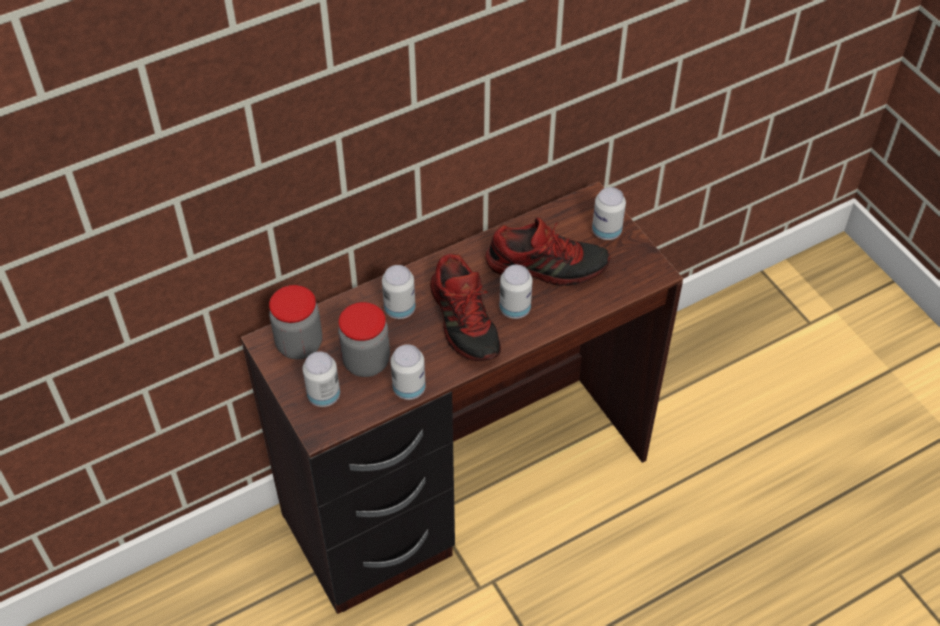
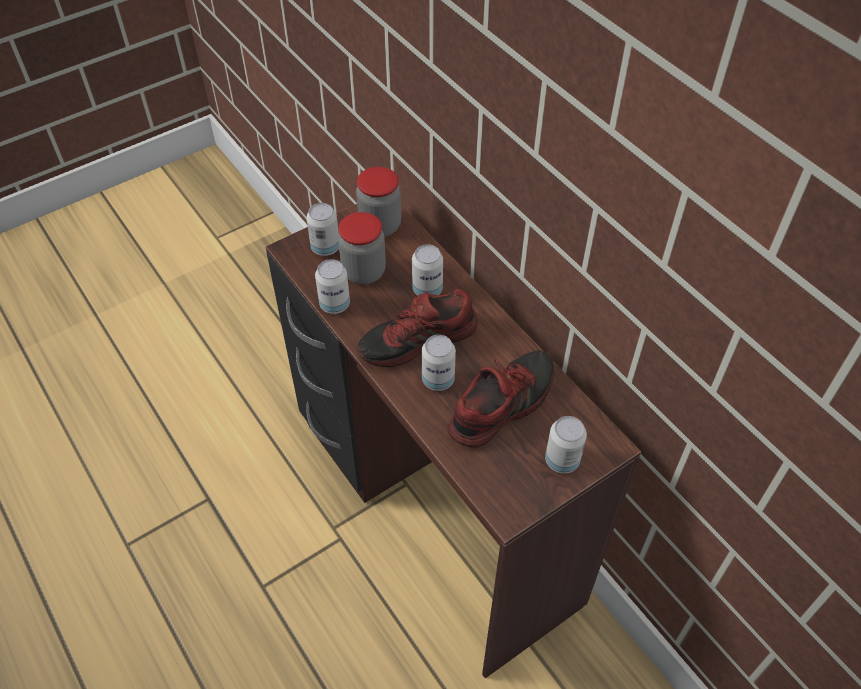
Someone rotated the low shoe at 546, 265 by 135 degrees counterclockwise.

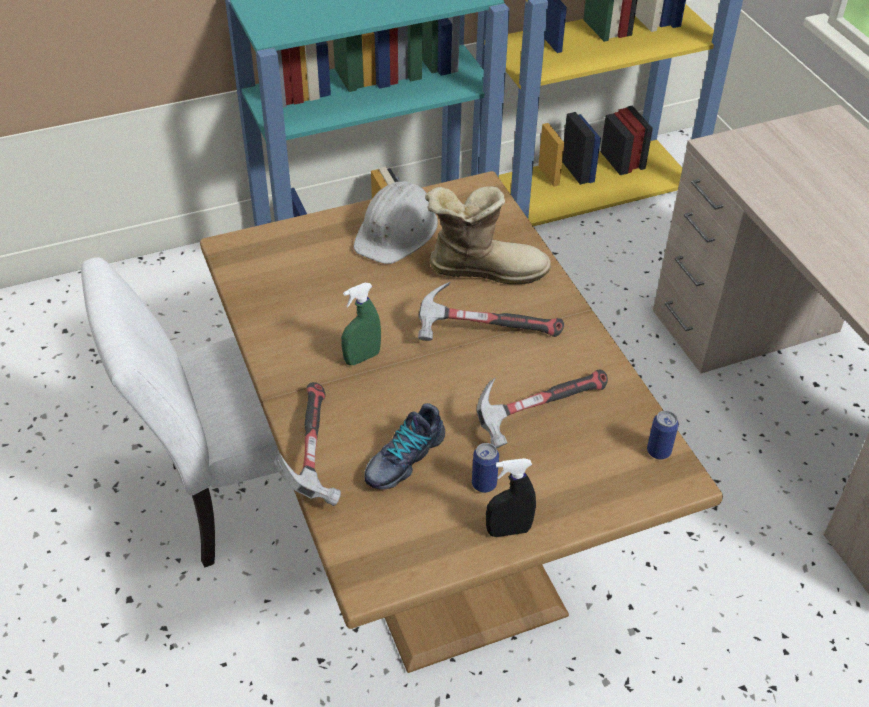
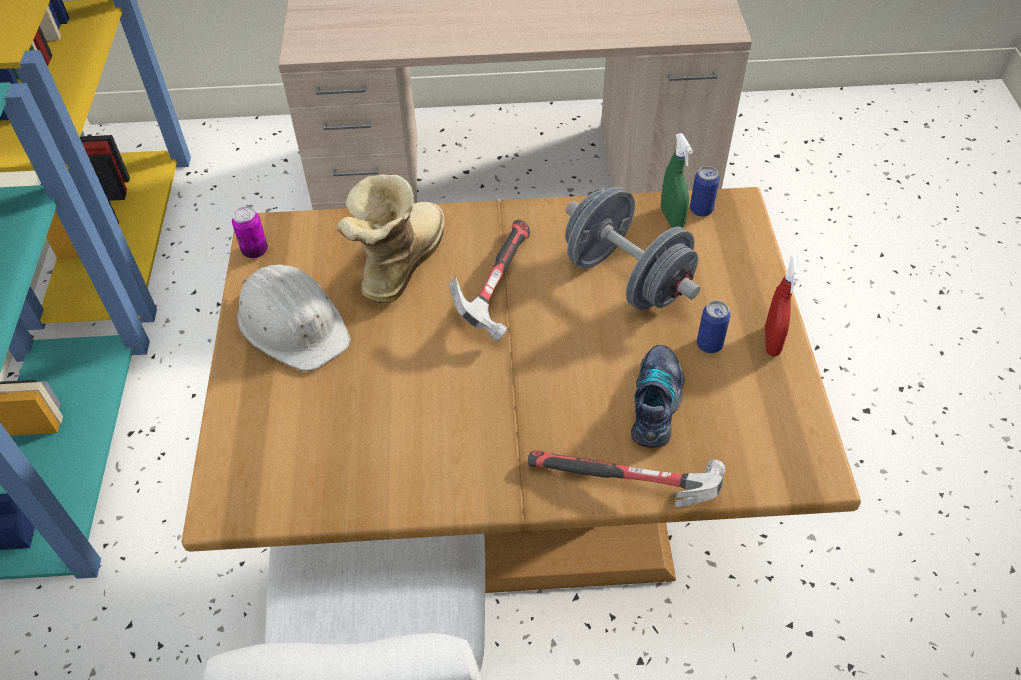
Someone put down the can at 255, 251. Someone carried the green spray bottle from 362, 358 to 671, 218. Someone swapped the hammer at 537, 412 for the grey dumbbell at 627, 279. Someone repainted the black-coloured spray bottle at 508, 530, which became the reddish spray bottle at 772, 341. Someone rotated the low shoe at 403, 458 by 135 degrees counterclockwise.

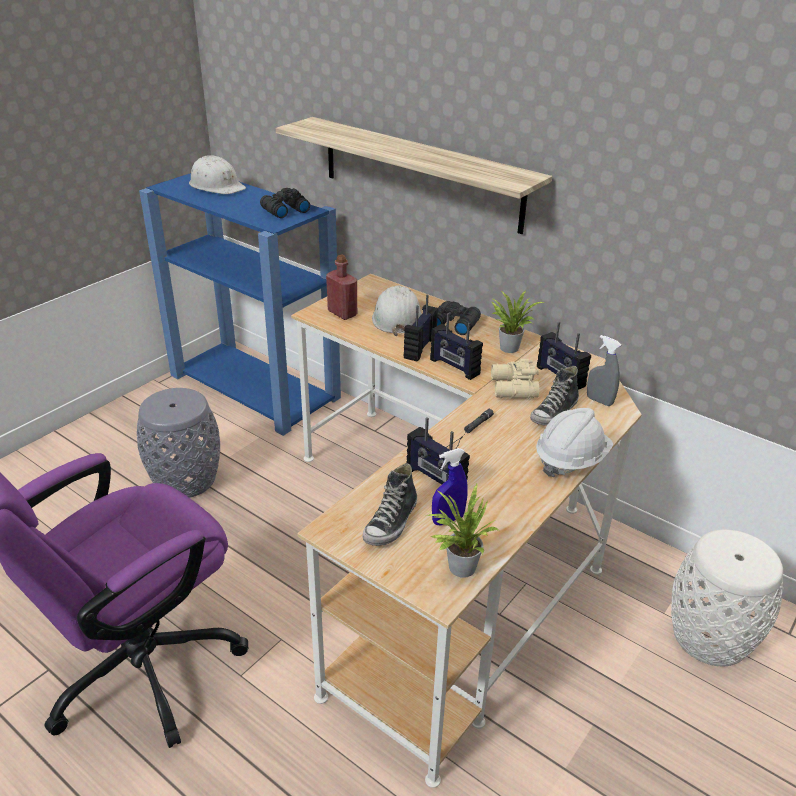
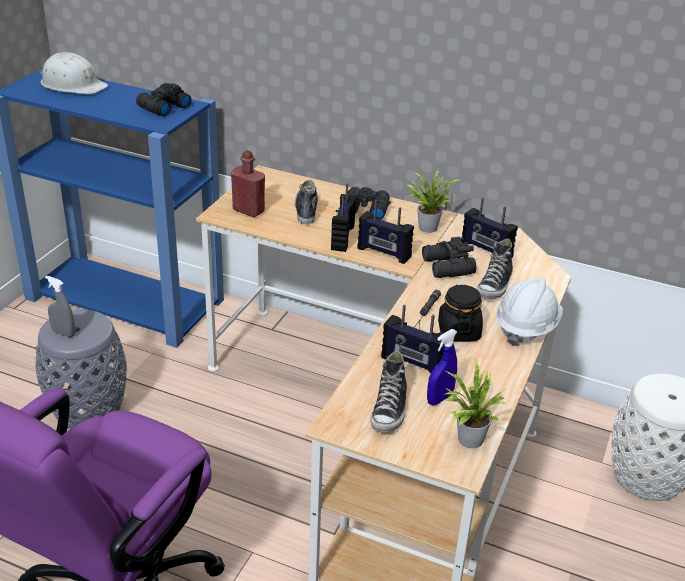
Someone took away the wall shelf at 420, 173. Someone put down the black-coloured jar at 458, 331. Someone carried the grey spray bottle from 599, 401 to 63, 333. Someone swapped the whitish safety helmet at 397, 318 for the low shoe at 306, 209. Someone repainted the beige field glasses at 512, 388, which became the black-coloured field glasses at 447, 267.

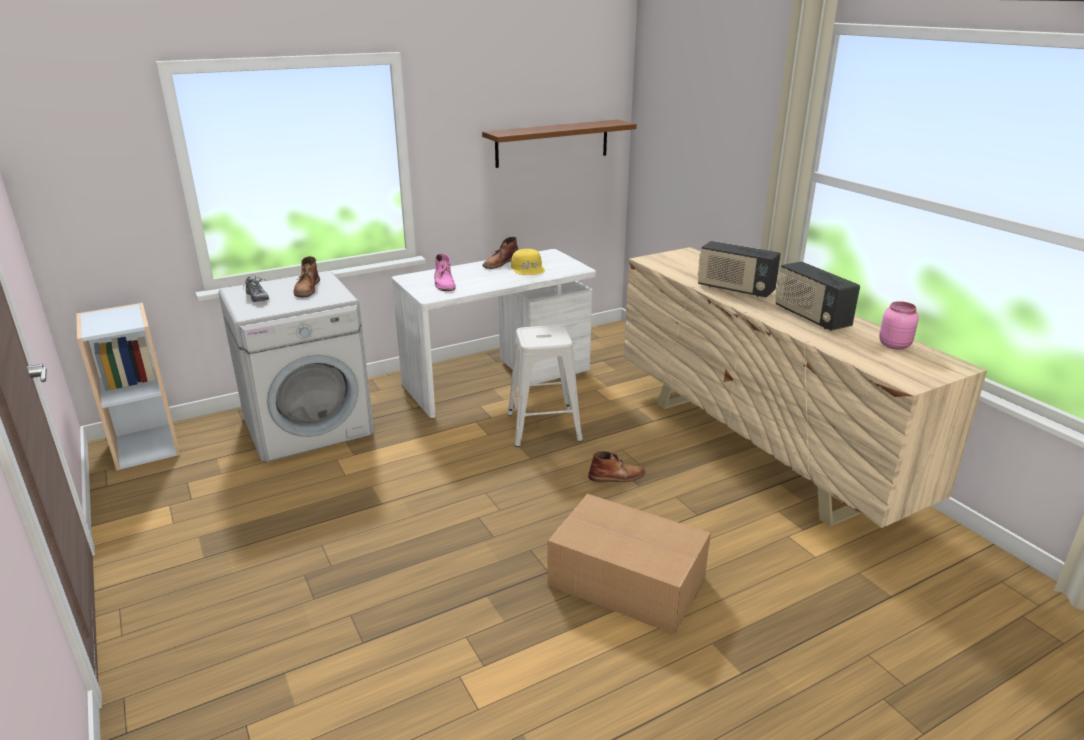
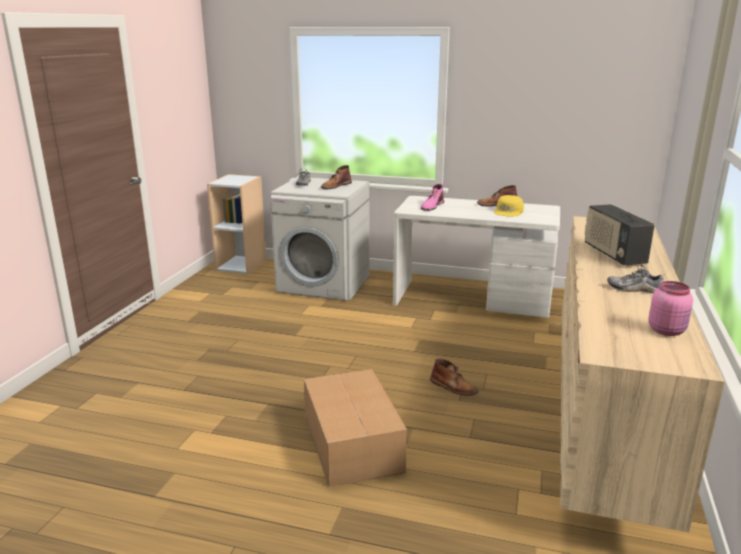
Someone took away the brown-coloured wall shelf at 552, 143. Someone took away the whitish stool at 543, 427. Someone swapped the radio set at 810, 317 for the low shoe at 634, 289.

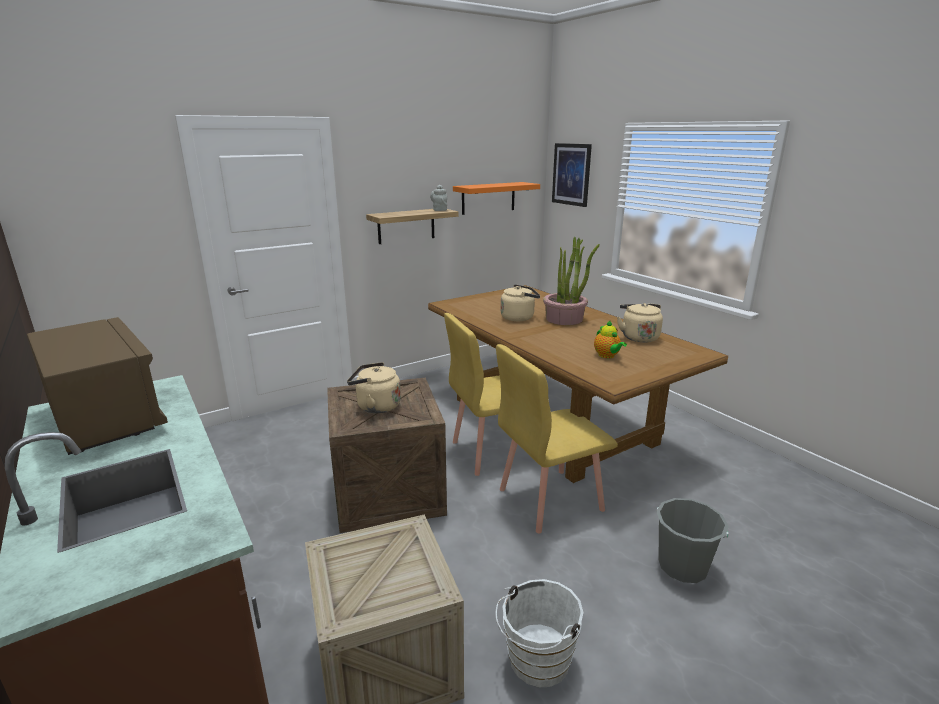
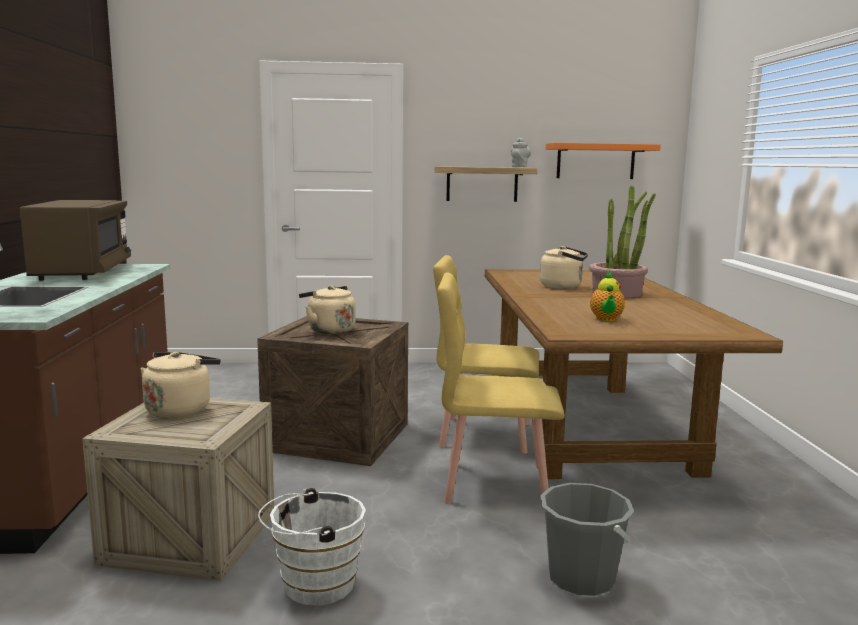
Someone took away the wall picture at 571, 174. Someone carried the beige water kettle from 638, 337 to 180, 409.

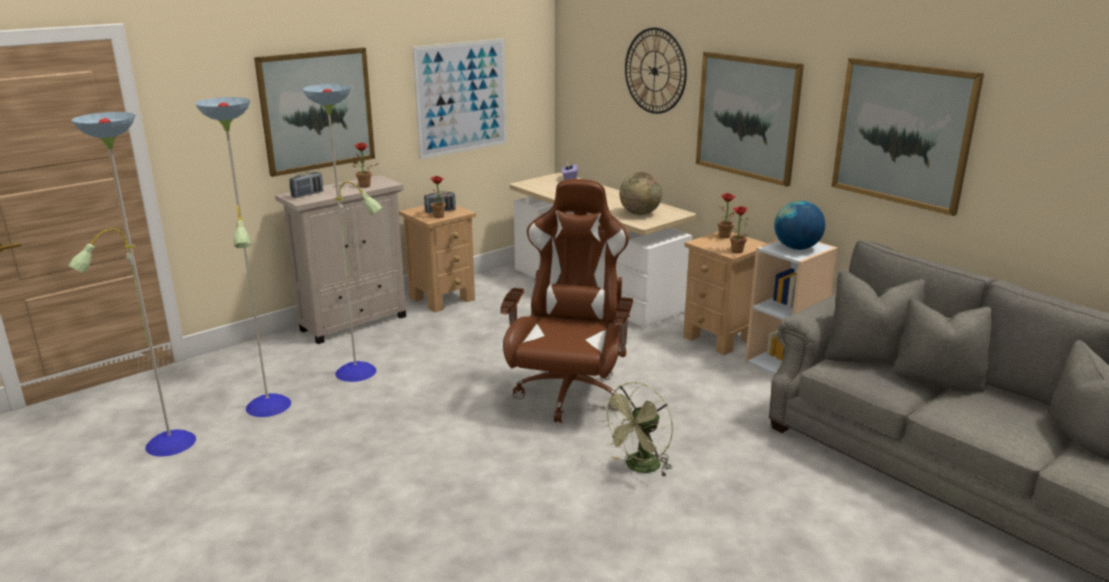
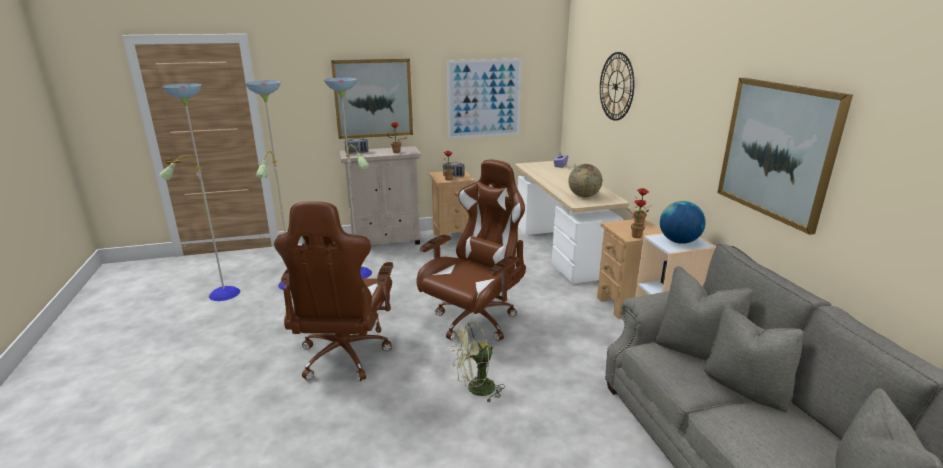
Someone took away the wall picture at 747, 117. Someone put down the brown-coloured office chair at 345, 353.

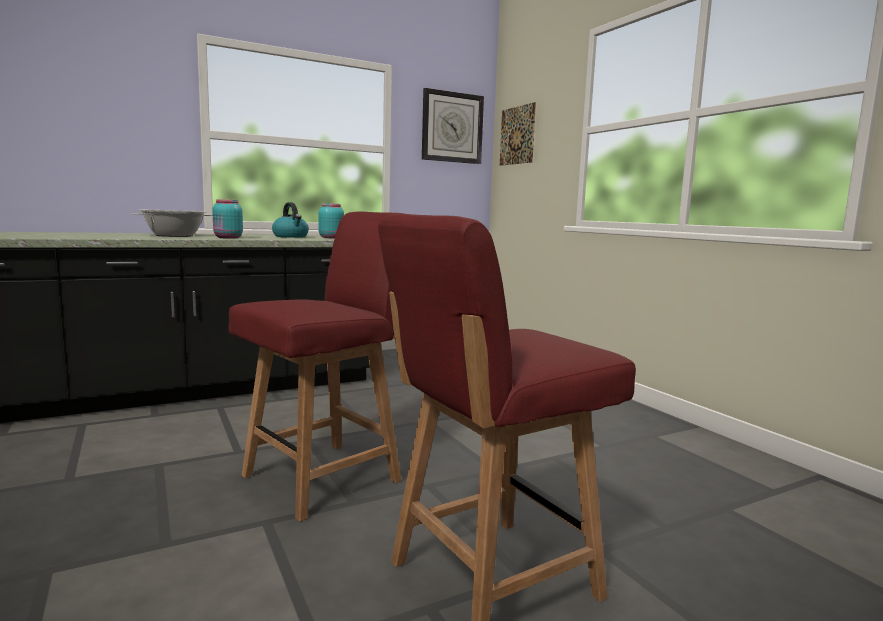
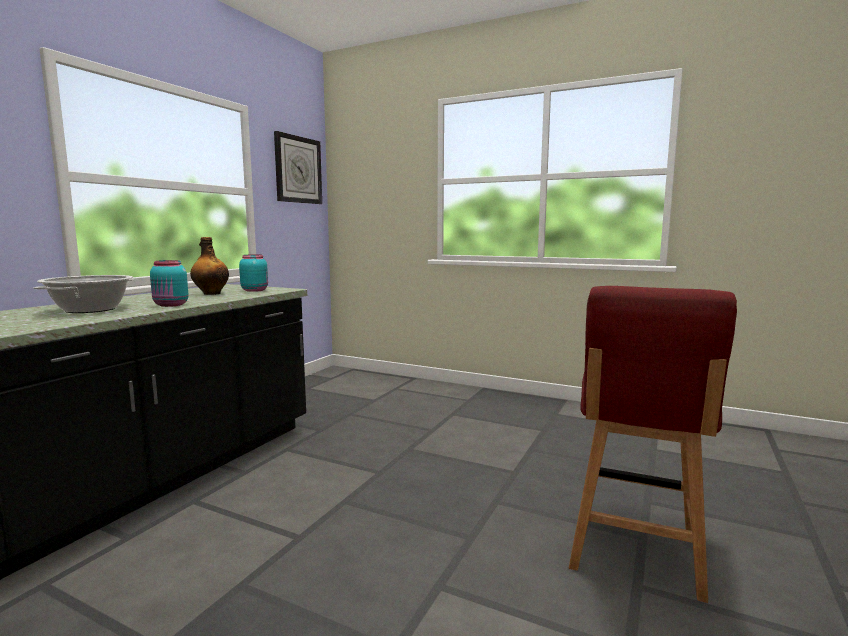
Someone took away the reddish chair at 325, 477. Someone took away the wall picture at 517, 135. Someone swapped the water kettle at 291, 236 for the bottle at 211, 293.

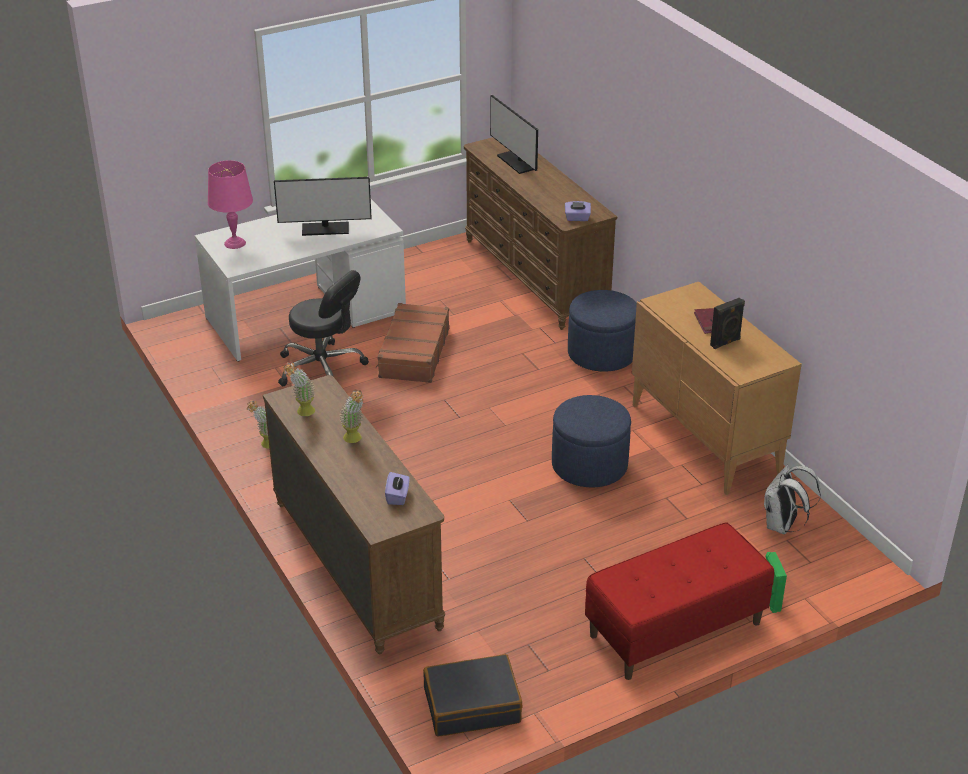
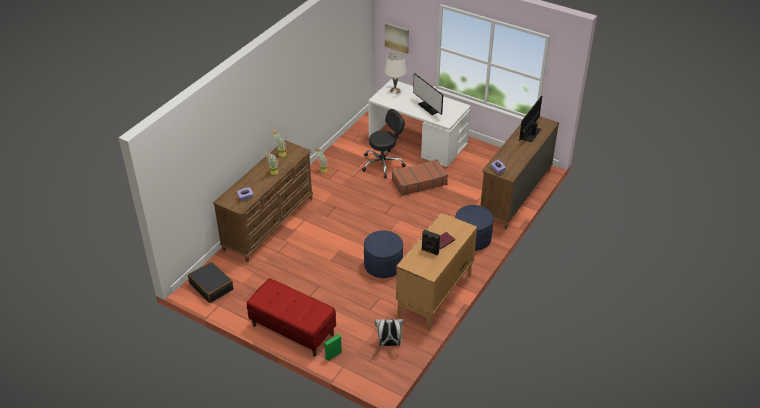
Someone put up the wall picture at 397, 37. Someone repainted the pink table lamp at 234, 243, which became the whitish table lamp at 395, 90. Someone rotated the black-coloured office chair at 324, 370 by 120 degrees counterclockwise.

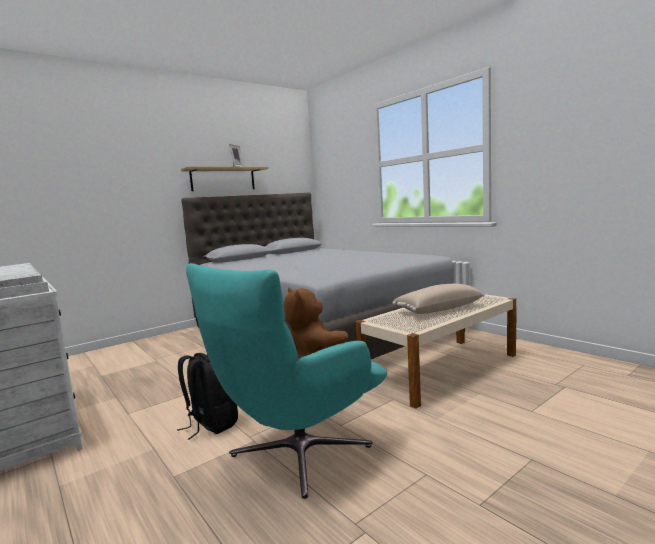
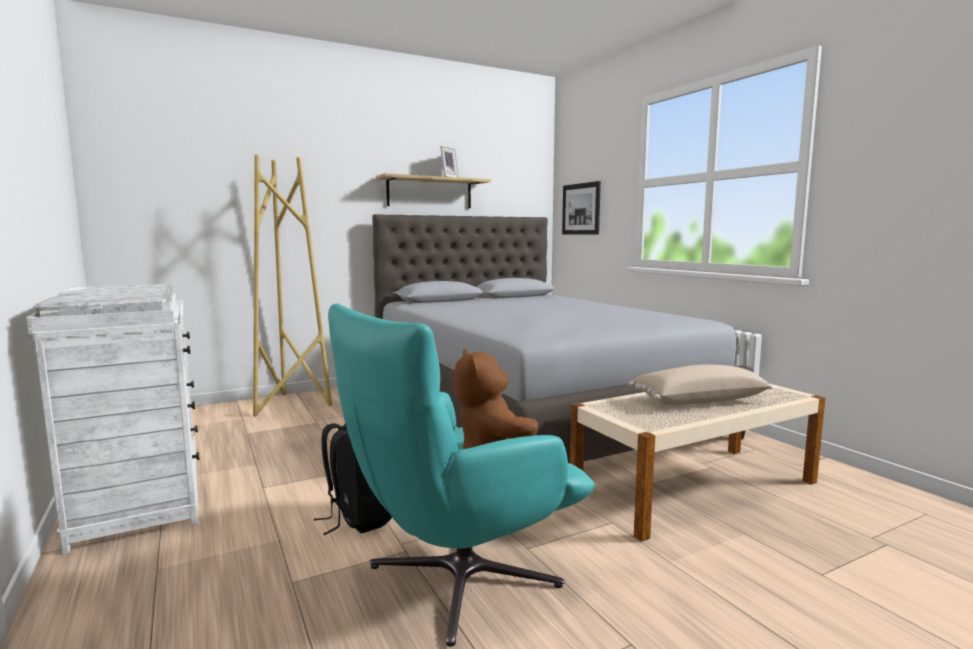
Someone put down the yellow-coloured clothes rack at 291, 405. Someone put up the wall picture at 581, 209.

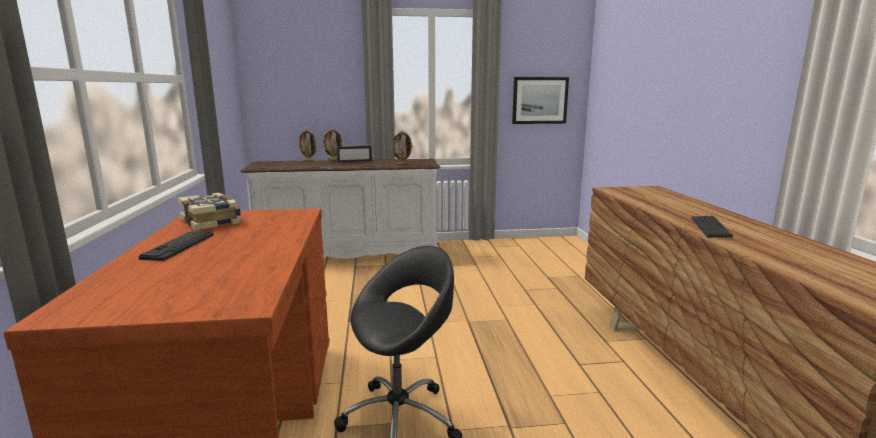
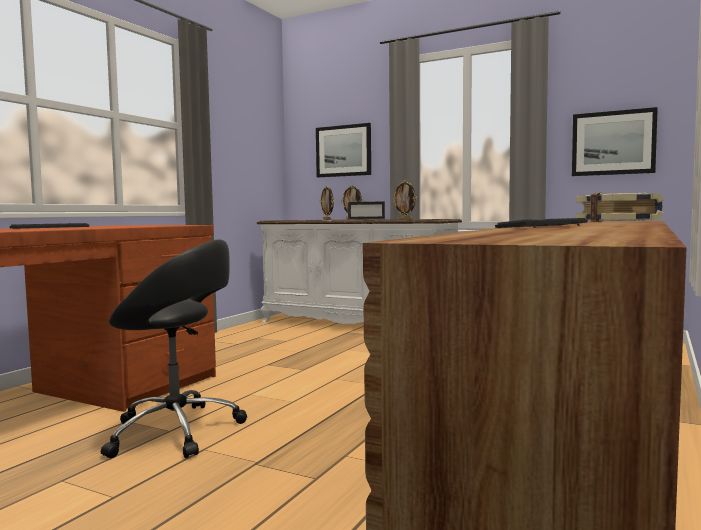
Someone put up the wall picture at 343, 151. Someone carried the volume from 212, 221 to 618, 221.

